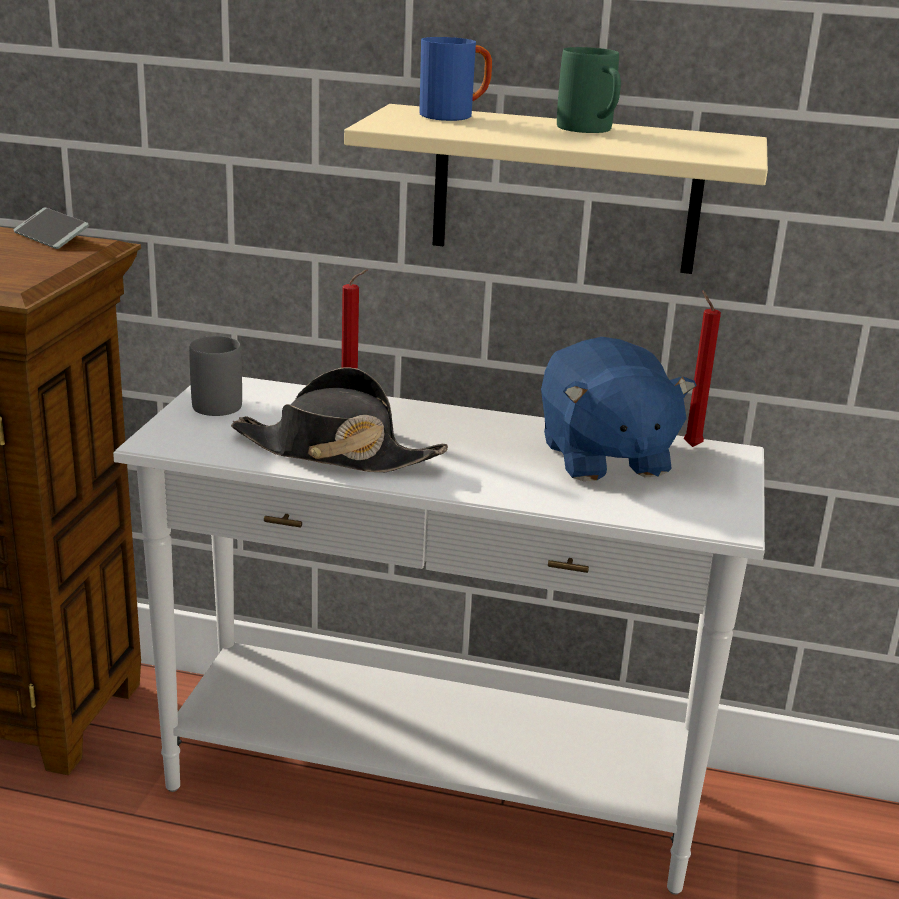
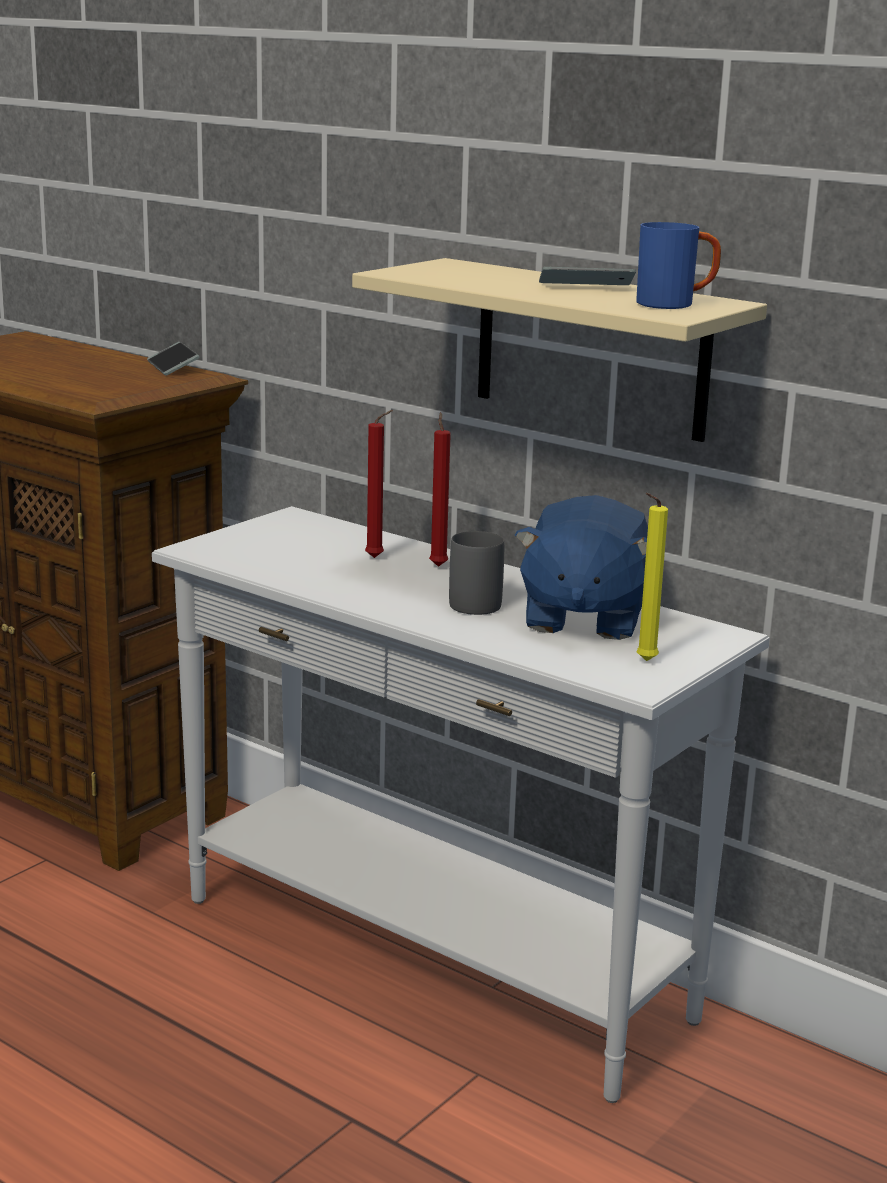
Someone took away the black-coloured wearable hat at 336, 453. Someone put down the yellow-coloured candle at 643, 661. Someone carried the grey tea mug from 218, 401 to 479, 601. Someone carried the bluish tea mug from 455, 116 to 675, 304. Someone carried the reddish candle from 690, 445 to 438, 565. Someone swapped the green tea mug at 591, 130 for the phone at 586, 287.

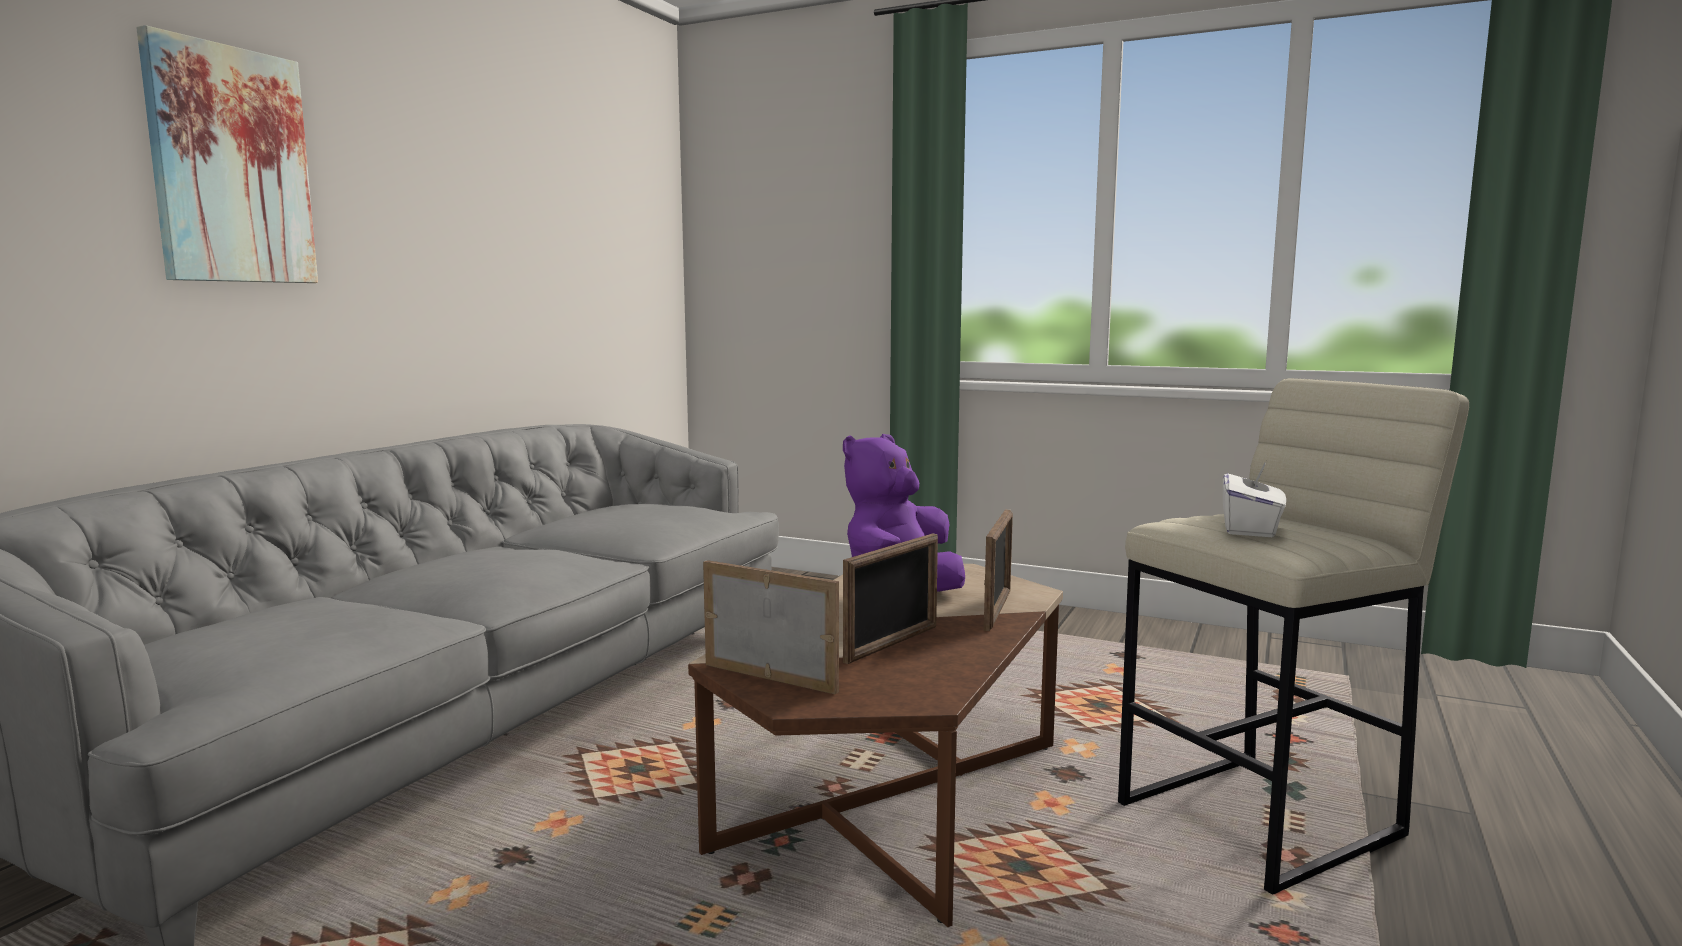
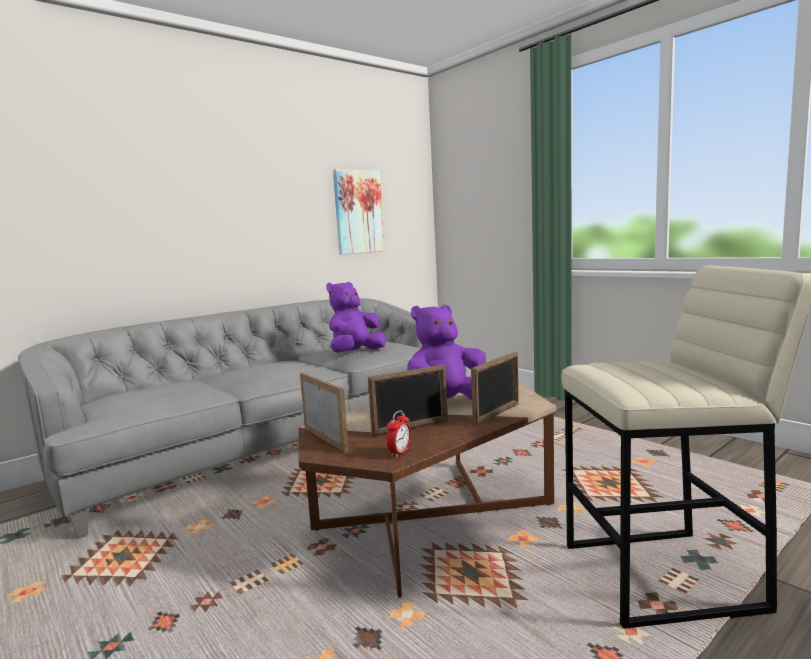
Someone took away the whitish tissue holder at 1250, 529. Someone put down the purple cuddly toy at 355, 353. Someone put down the bedside clock at 399, 453. Someone carried the wall picture from 230, 166 to 358, 212.

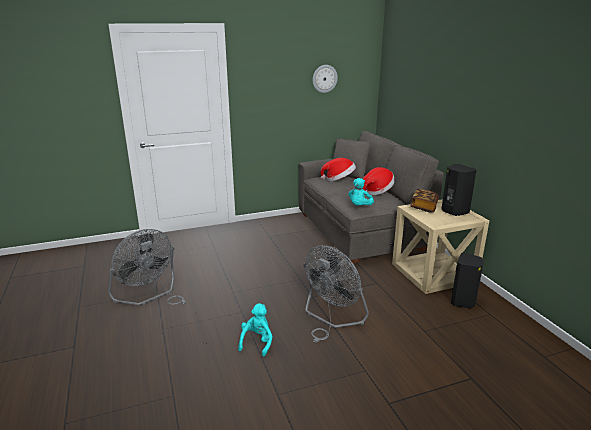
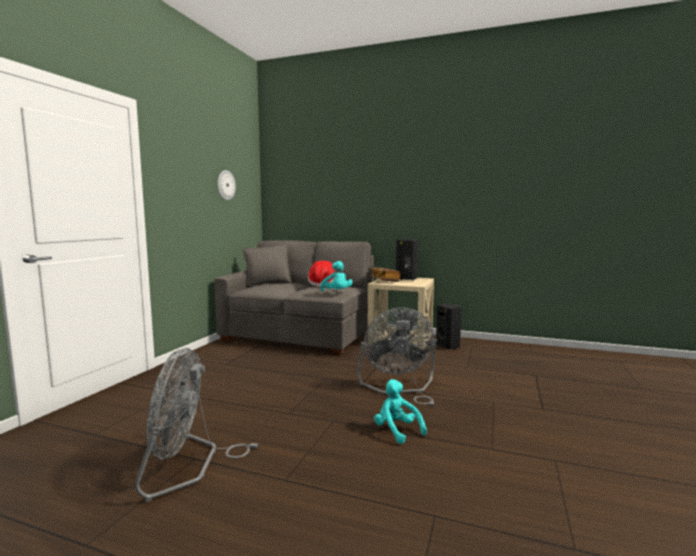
Someone took away the wearable hat at 339, 180.

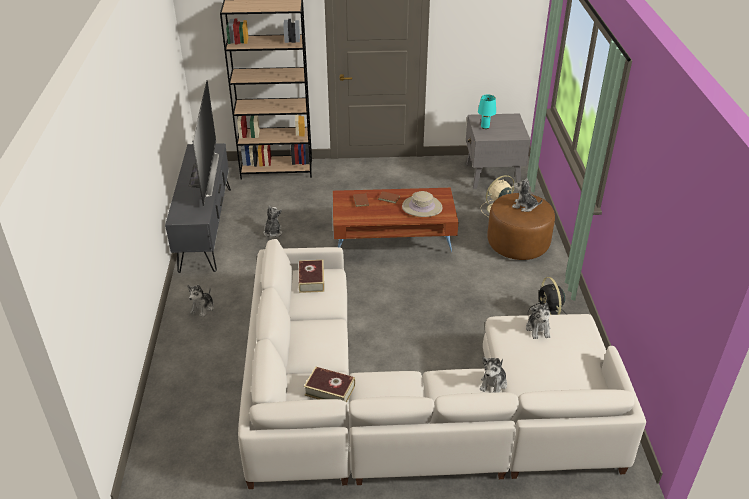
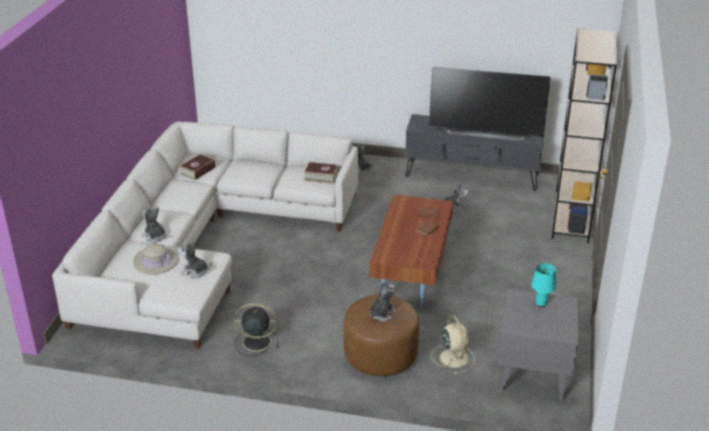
Someone carried the beige wearable hat from 422, 207 to 155, 261.

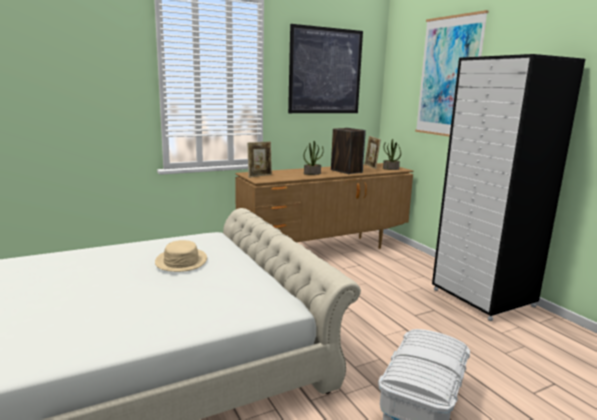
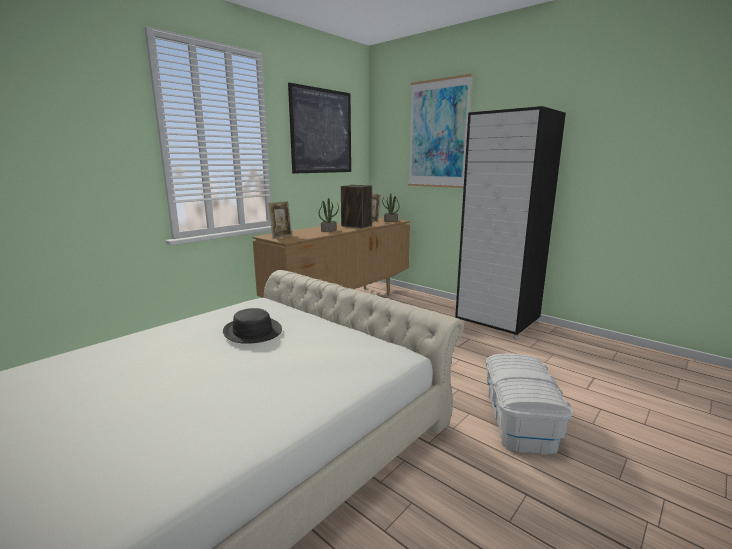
Someone repainted the beige wearable hat at 181, 261, which became the black-coloured wearable hat at 252, 331.

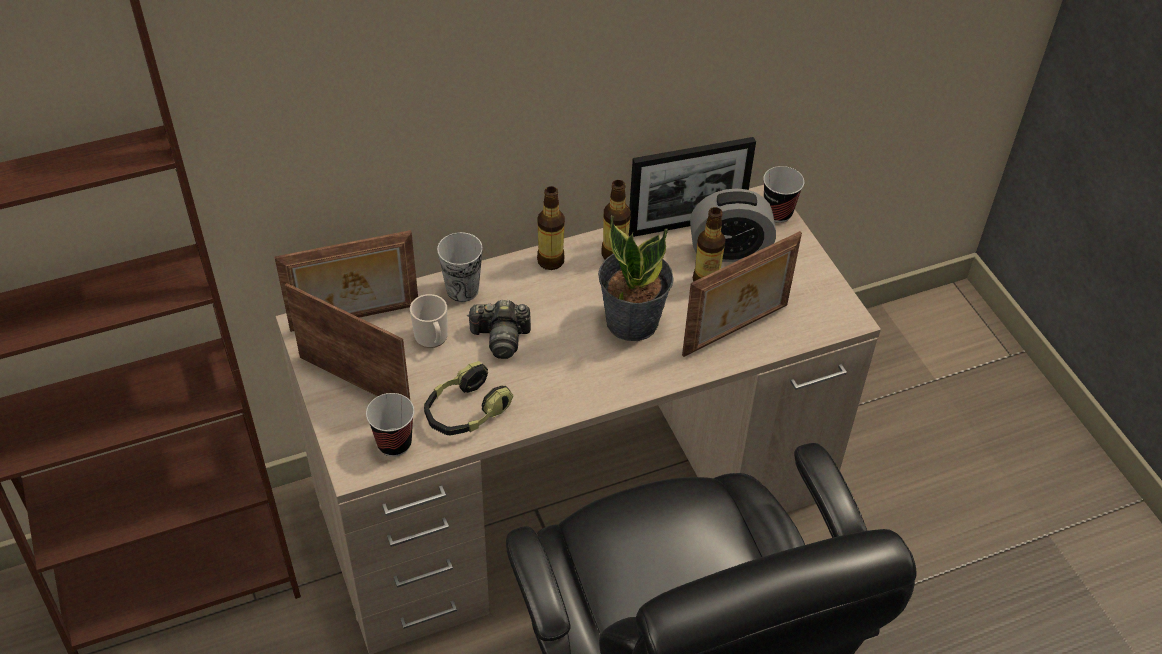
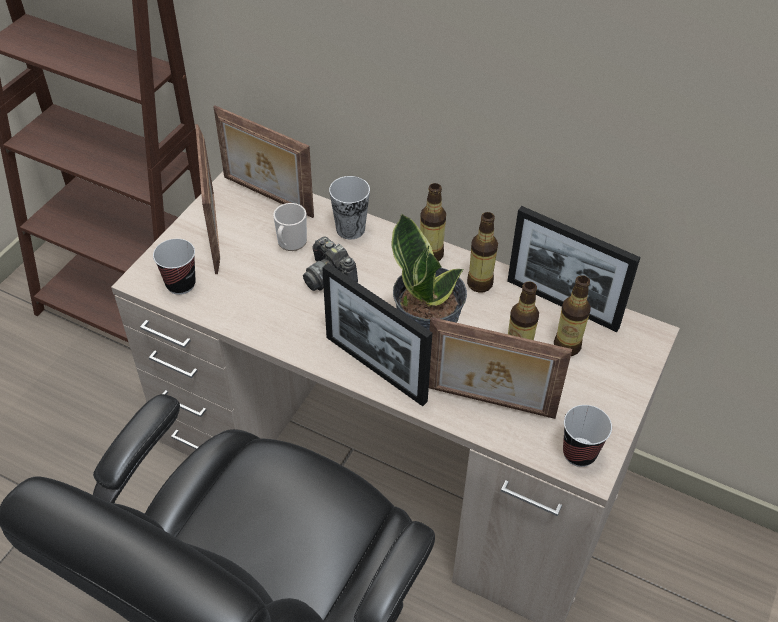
Someone took away the headphones at 466, 412. Someone put down the photo frame at 375, 369. Someone carried the drinking cup from 777, 213 to 579, 453. Someone swapped the bedside clock at 729, 251 for the bottle at 567, 346.

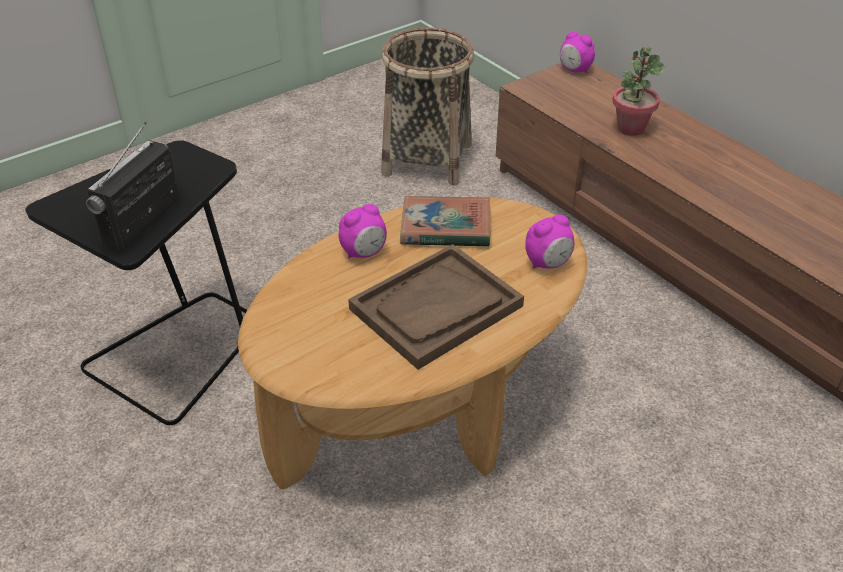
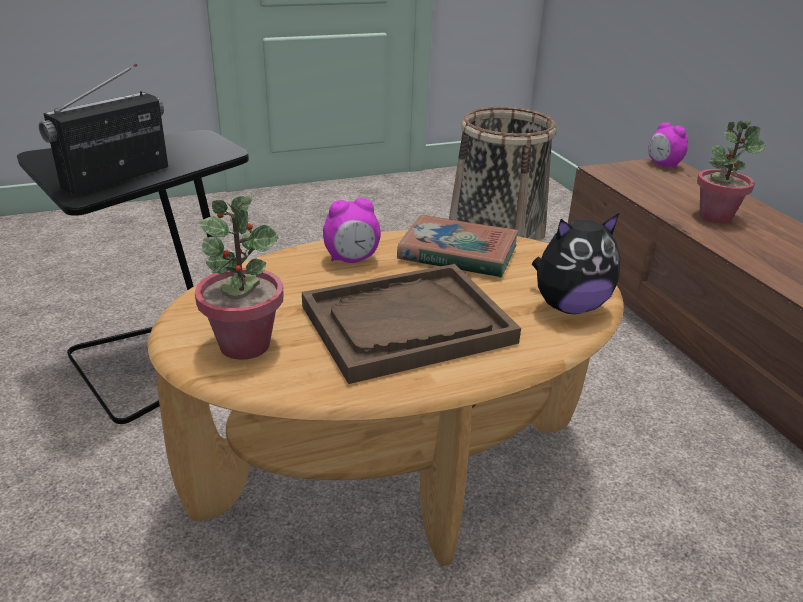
Someone put down the potted plant at 245, 344. Someone swapped the bedside clock at 548, 263 for the cuddly toy at 569, 306.

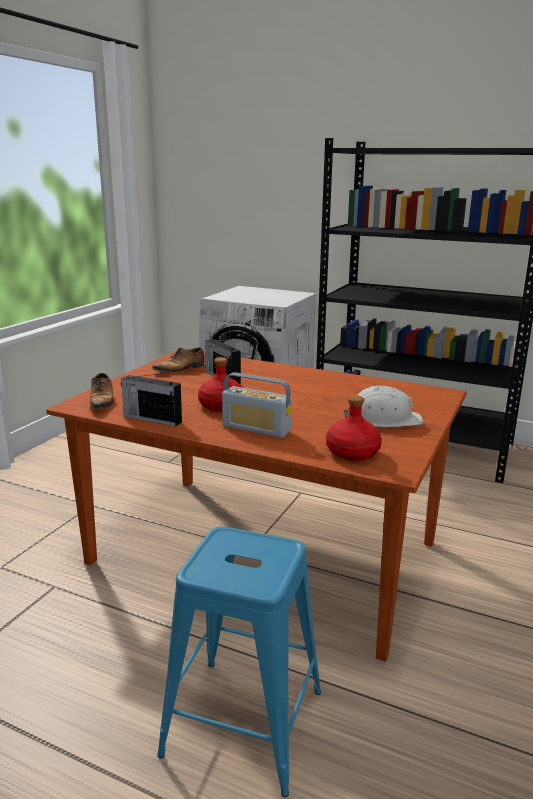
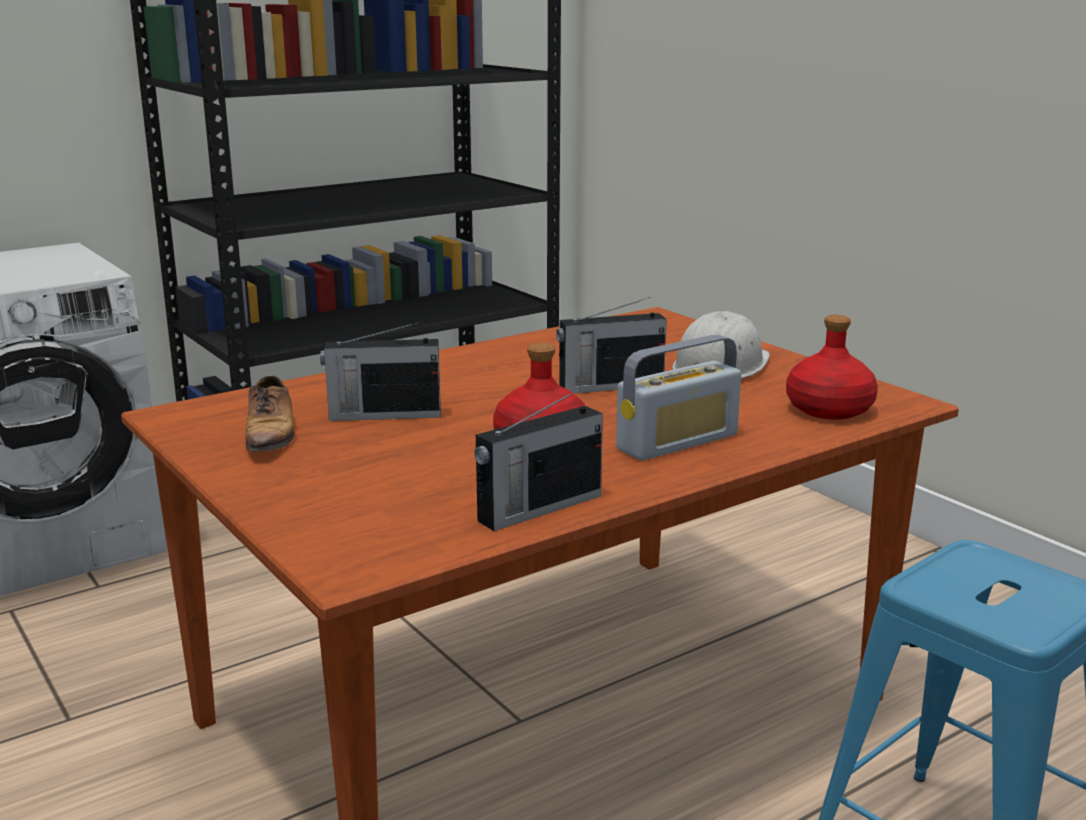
Someone took away the low shoe at 102, 402. Someone put down the radio set at 609, 386.

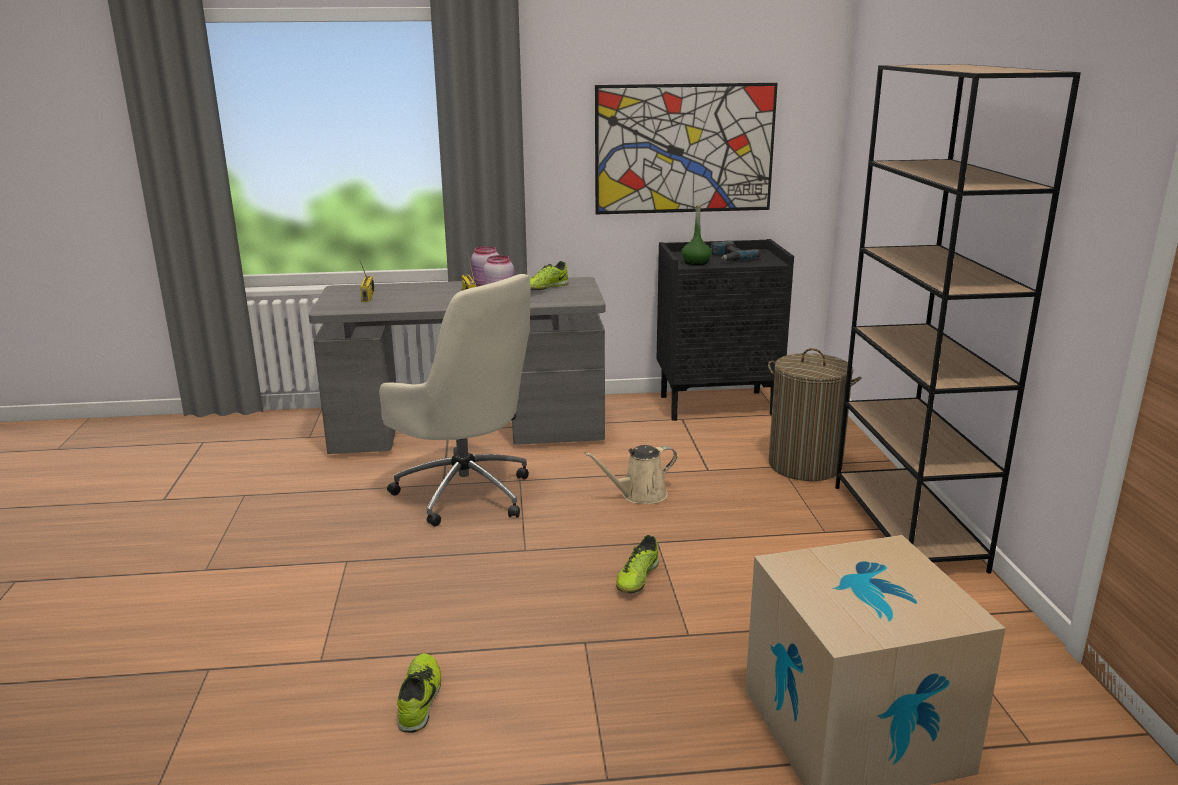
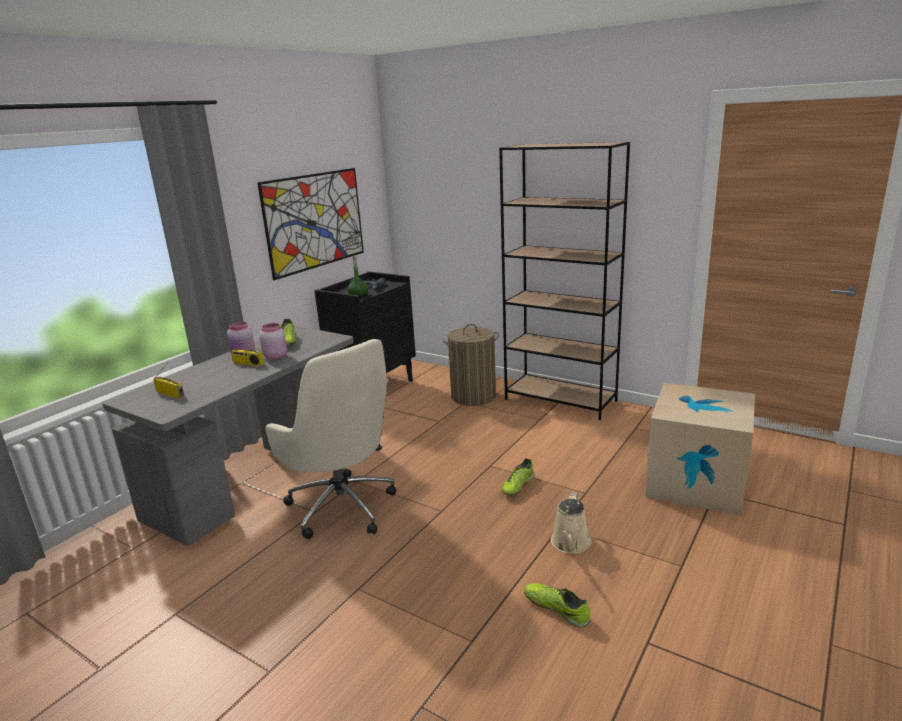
Someone carried the beige watering can from 639, 495 to 570, 544. Someone rotated the beige office chair at 466, 494 by 60 degrees clockwise. Someone rotated the low shoe at 637, 578 by 60 degrees clockwise.

